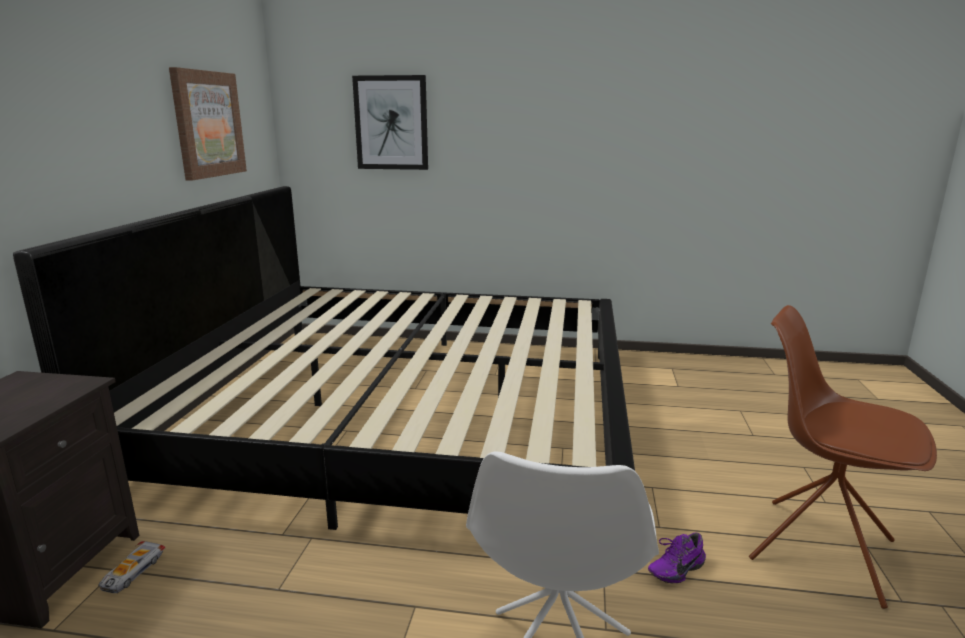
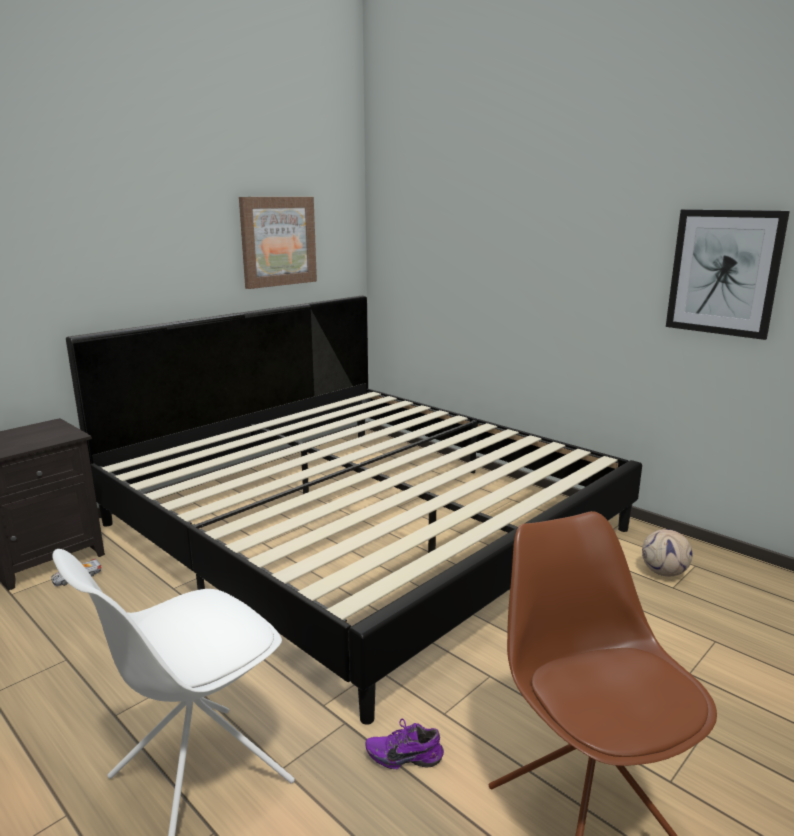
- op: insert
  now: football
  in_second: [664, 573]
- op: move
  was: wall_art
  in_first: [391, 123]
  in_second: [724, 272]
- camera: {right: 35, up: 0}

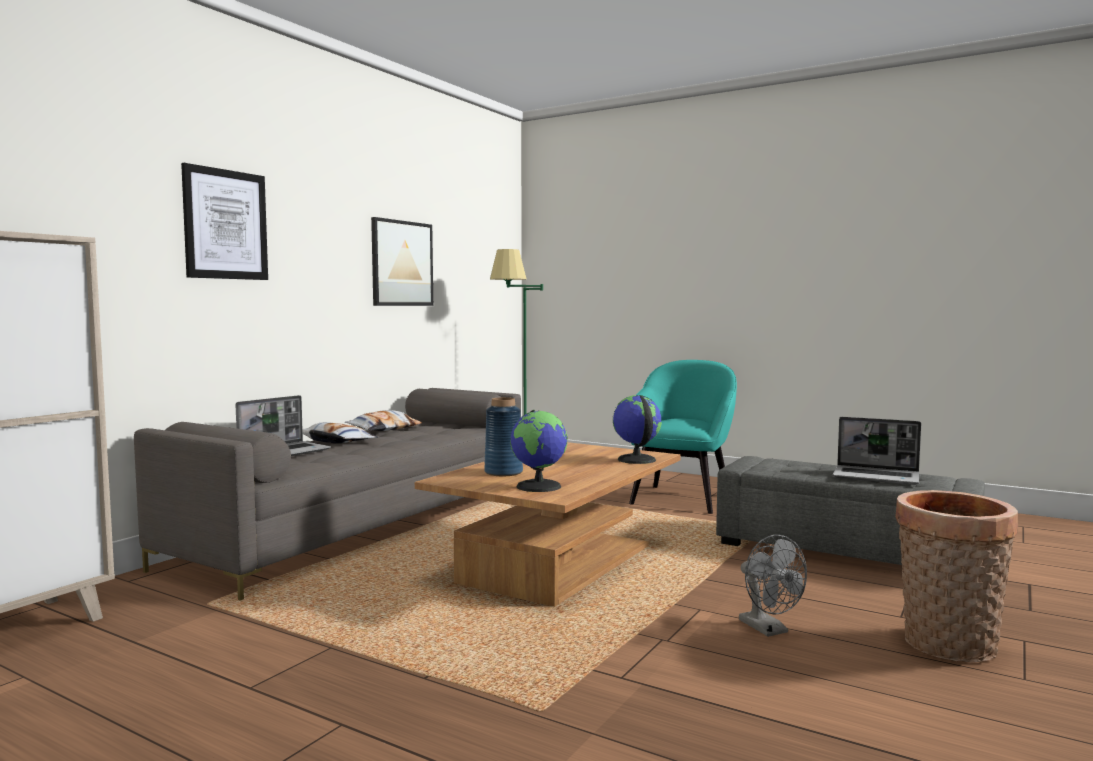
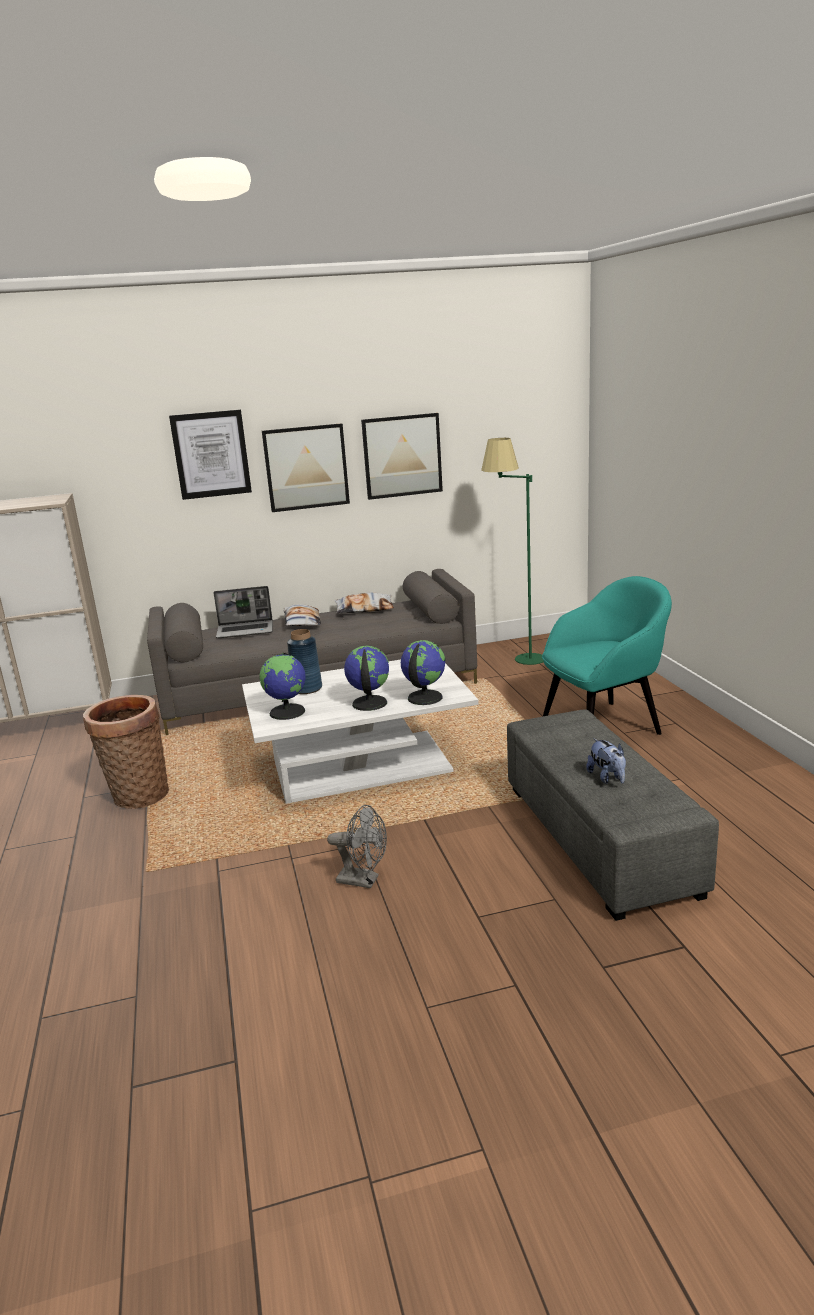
- op: insert
  now: wall_art
  in_second: [306, 467]
- op: insert
  now: desk_globe
  in_second: [369, 703]
- op: move
  was: storage_basket
  in_first: [948, 647]
  in_second: [137, 796]
- op: replace
  was: laptop
  now: plush_toy
  in_first: [877, 477]
  in_second: [607, 778]
- op: recolor
  was: brown_lounge_table
  now: white-coloured_lounge_table
  in_first: [558, 564]
  in_second: [362, 767]
- op: rotate
  was: greyish_fan
  in_first: [769, 629]
  in_second: [364, 880]
  clockwise: -90
- camera: {right: 45, up: 15}

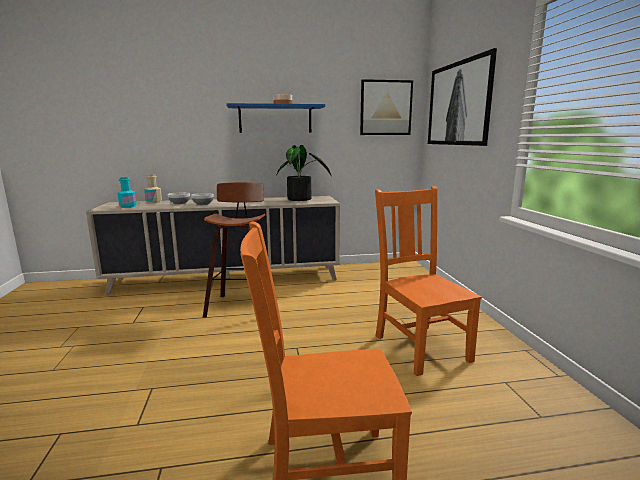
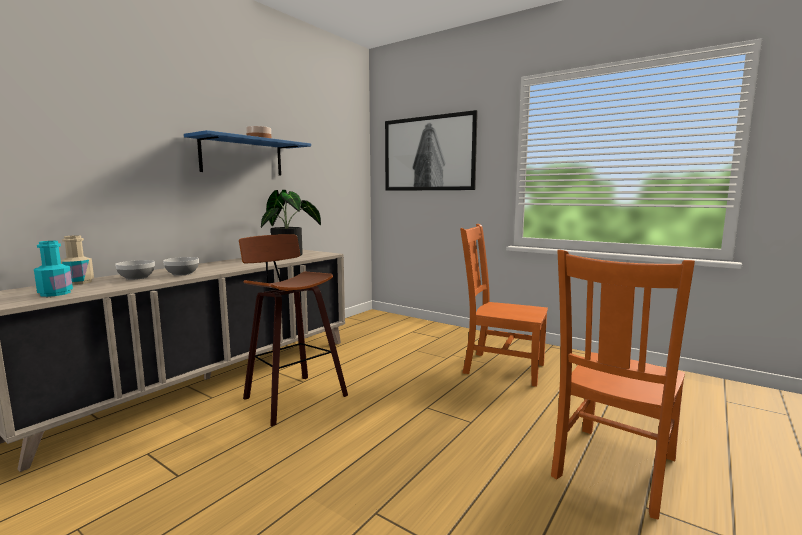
- op: delete
  was: wall_art
  in_first: [386, 108]
- camera: {right: -45, up: -5}

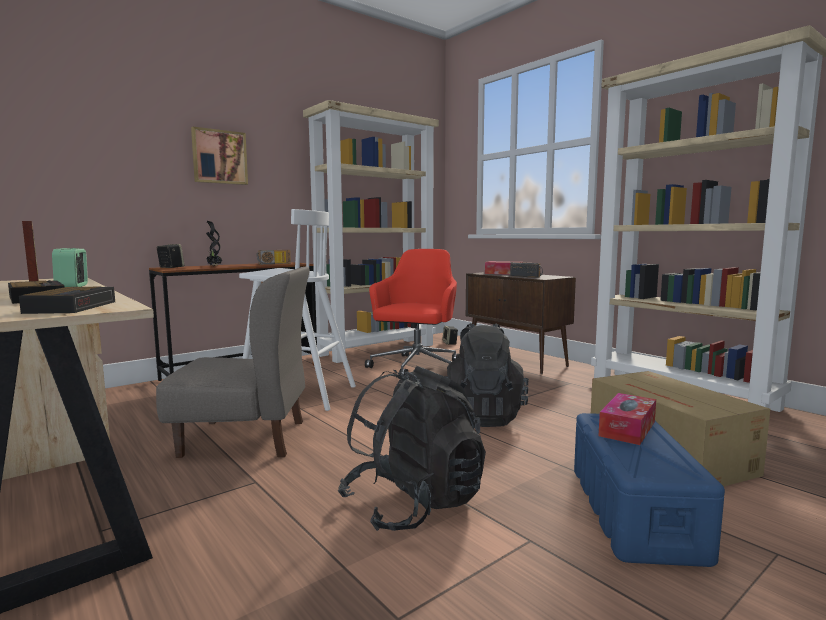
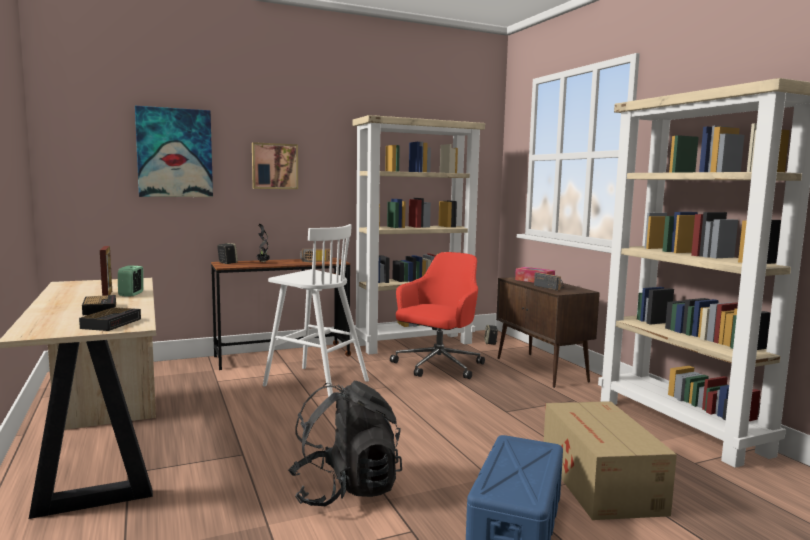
- op: delete
  was: greyish_plain_chair
  in_first: [245, 438]
- op: delete
  was: blackish_rucksack
  in_first: [482, 416]
- op: delete
  was: box_of_tissues
  in_first: [627, 428]
- op: insert
  now: wall_art
  in_second: [174, 153]
- camera: {right: 15, up: 0}

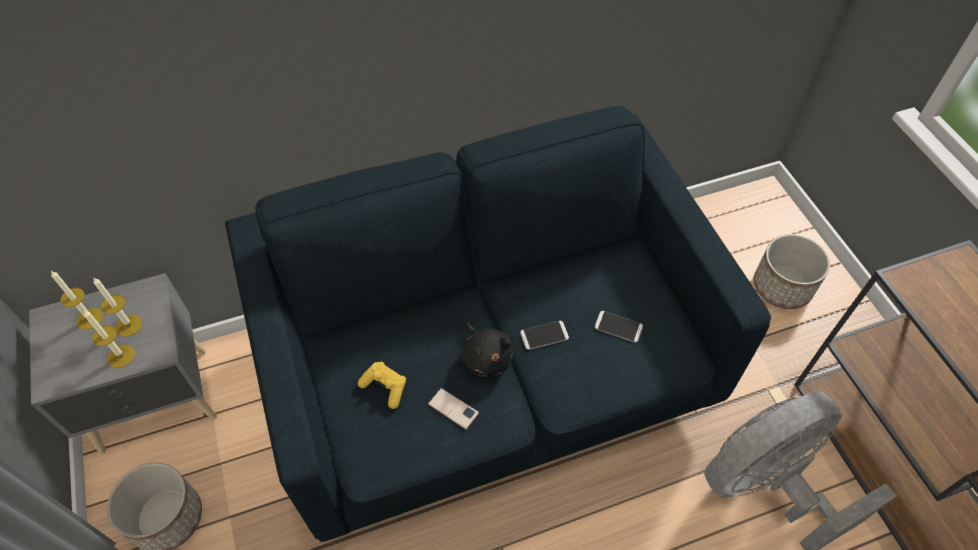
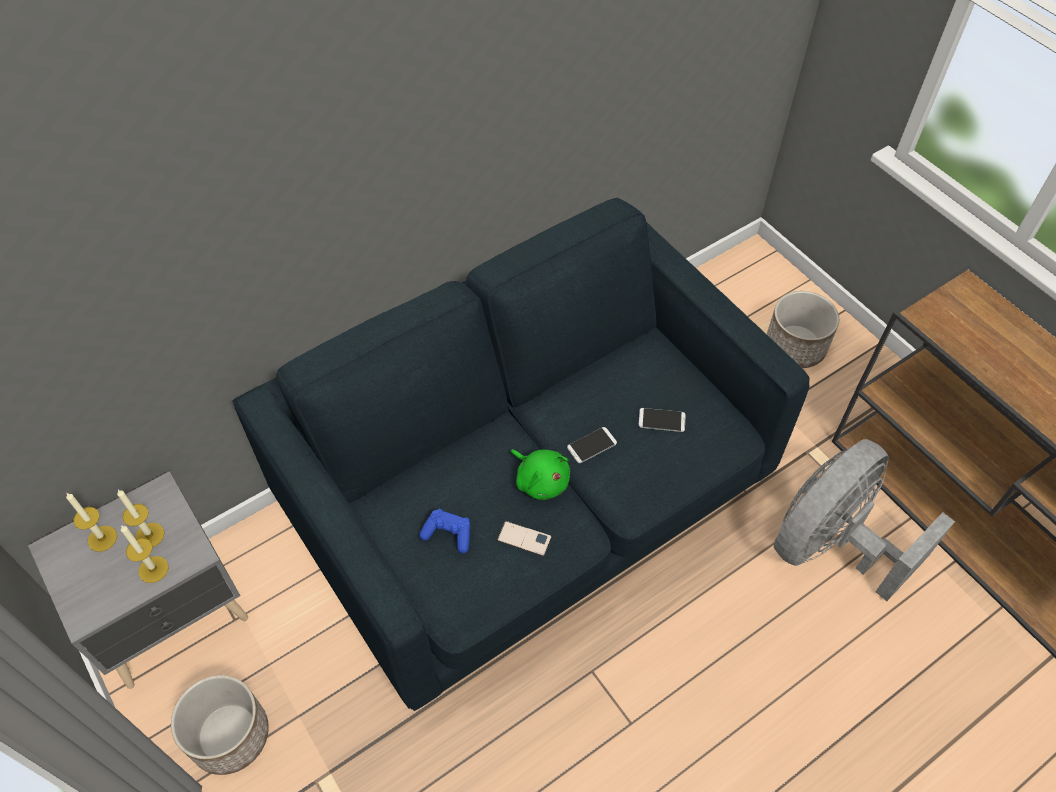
- op: recolor
  was: yellowish_game_controller
  now: blue_game_controller
  in_first: [385, 387]
  in_second: [448, 534]
- op: recolor
  was: blackish_plush_toy
  now: green-coloured_plush_toy
  in_first: [486, 357]
  in_second: [541, 480]
- camera: {right: -15, up: 0}

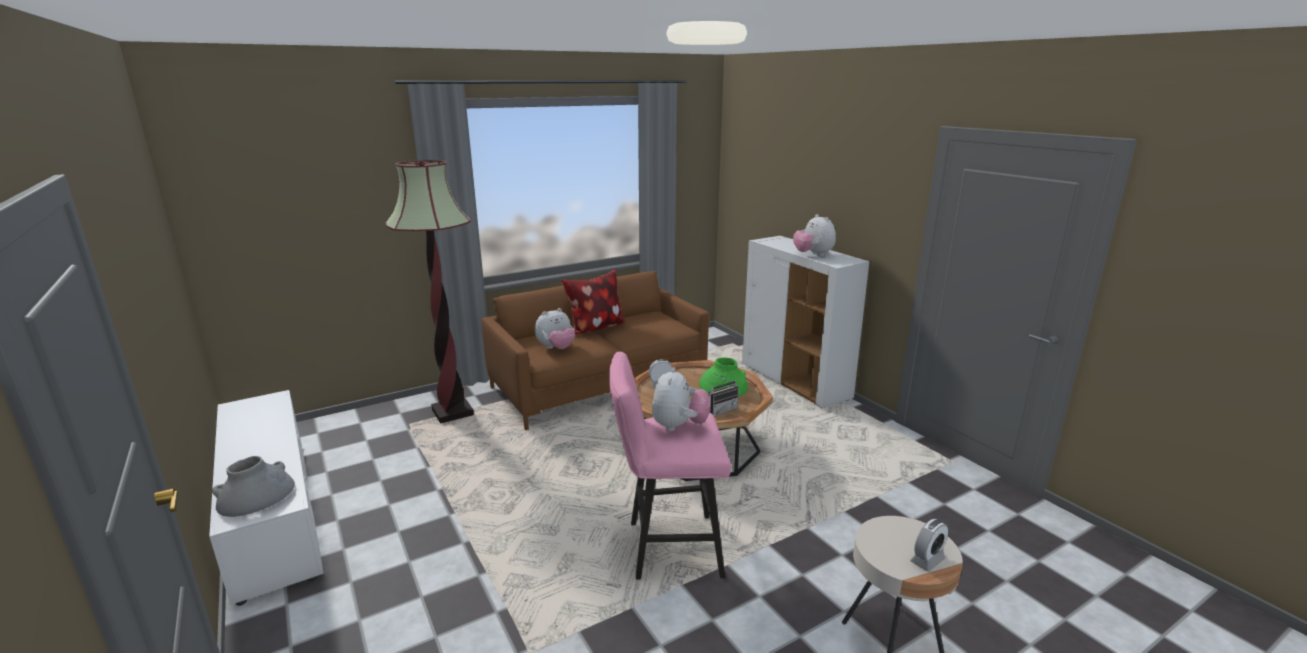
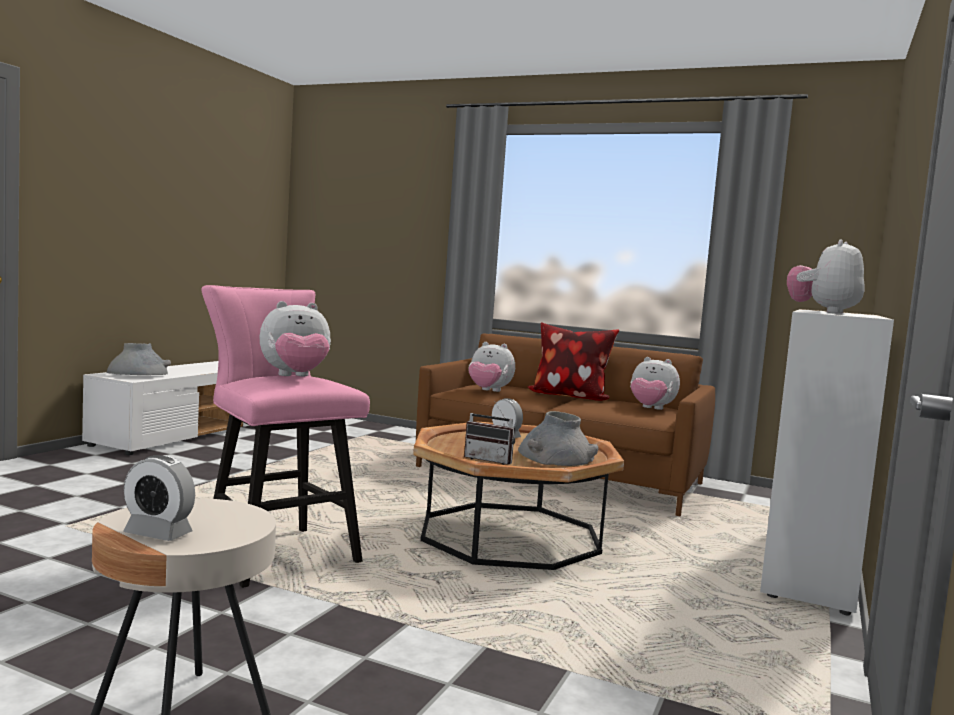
- op: delete
  was: floor_lamp
  in_first: [453, 412]
- op: insert
  now: plush_toy
  in_second: [651, 409]
- op: recolor
  was: green-coloured_vase
  now: greyish_vase
  in_first: [723, 387]
  in_second: [556, 457]
- camera: {right: 55, up: -15}

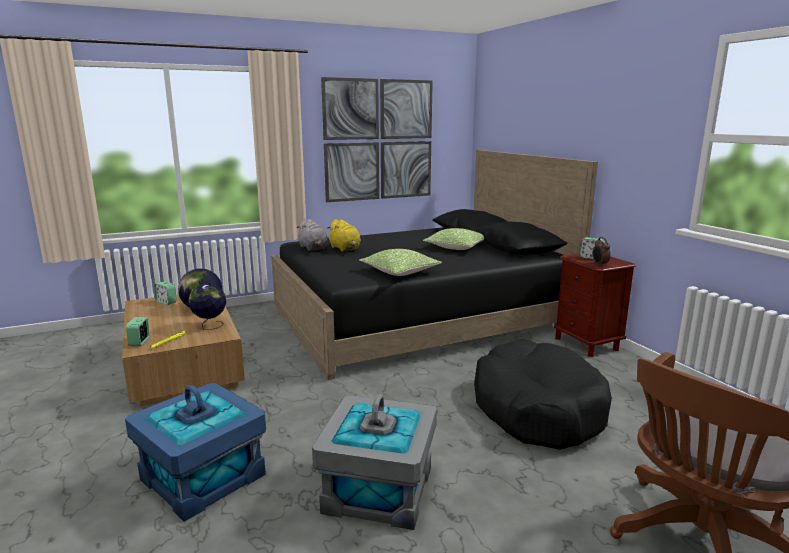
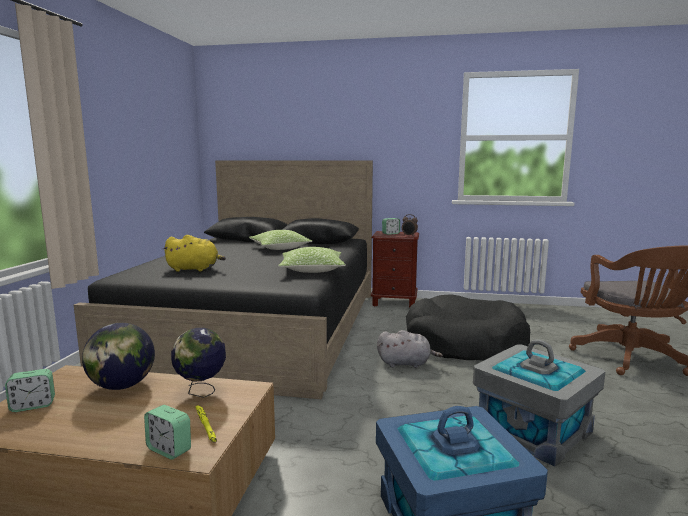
- op: delete
  was: wall_art
  in_first: [379, 140]
- op: move
  was: greyish_plush_toy
  in_first: [313, 248]
  in_second: [406, 363]
- camera: {right: -55, up: -5}

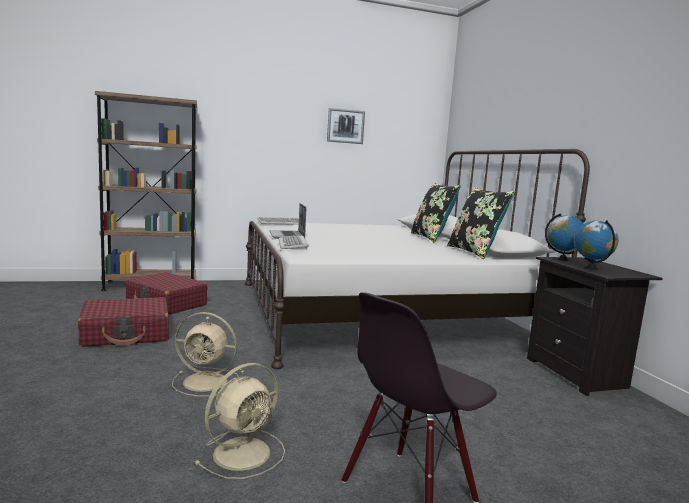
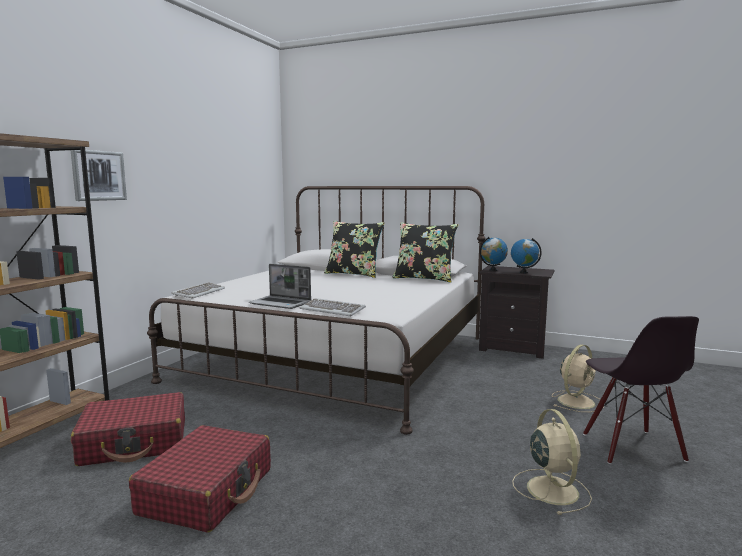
- op: move
  was: beige_fan
  in_first: [207, 382]
  in_second: [577, 401]
- op: move
  was: wall_art
  in_first: [345, 126]
  in_second: [98, 175]
- camera: {right: -50, up: 0}

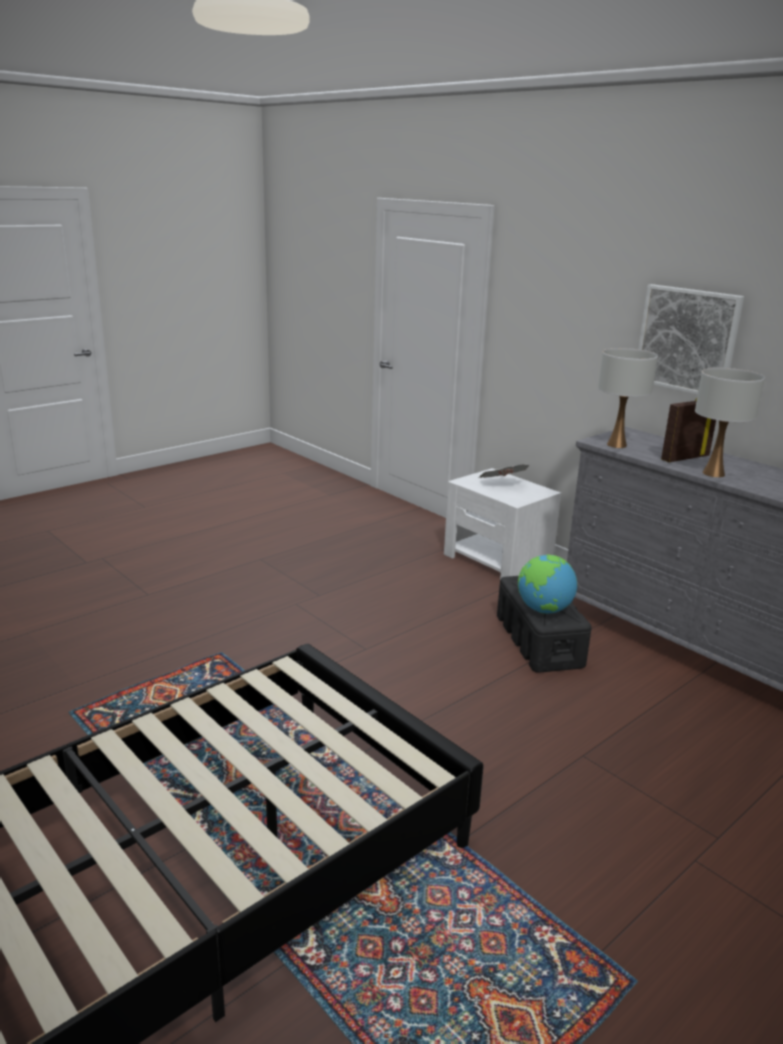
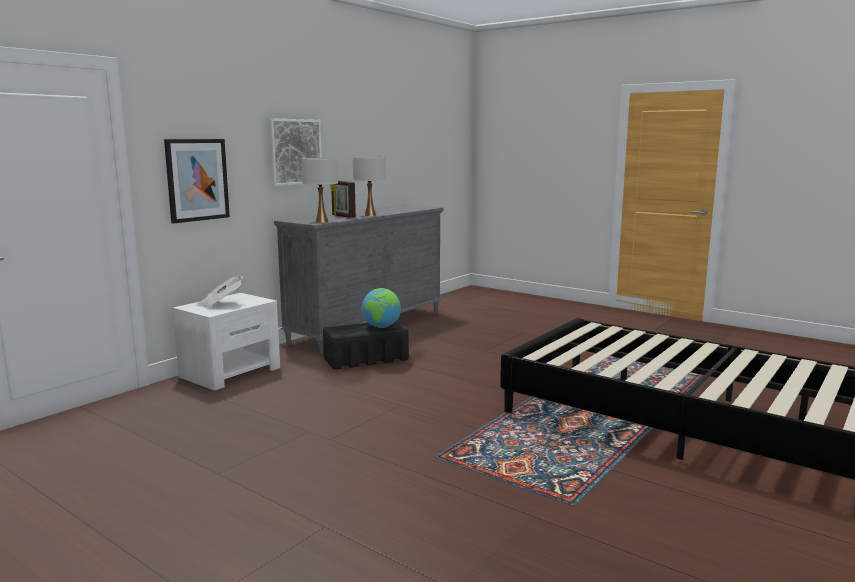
- op: insert
  now: wall_art
  in_second: [197, 180]
- camera: {right: -100, up: -10}

